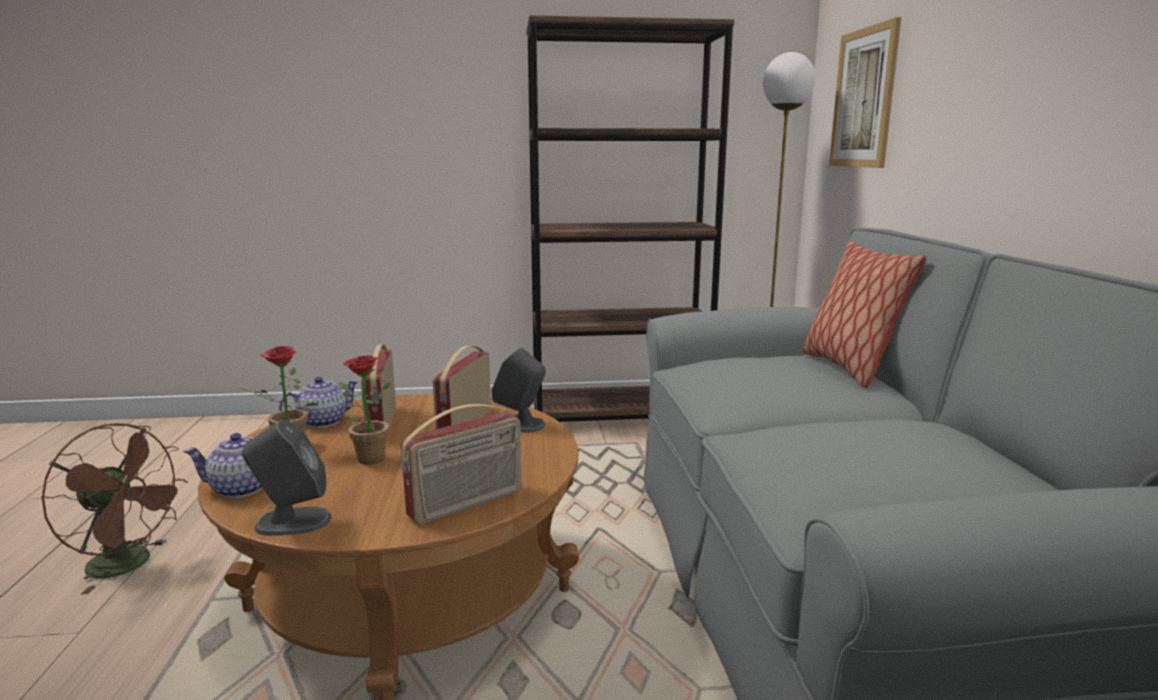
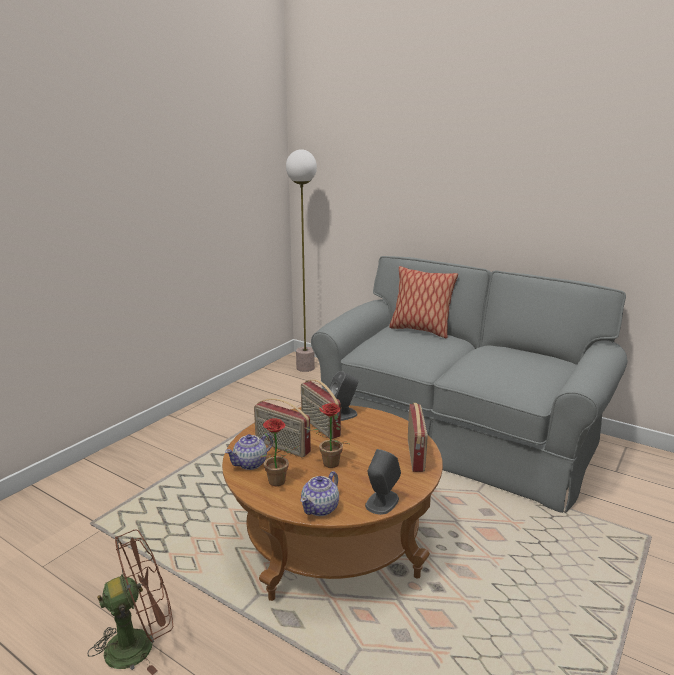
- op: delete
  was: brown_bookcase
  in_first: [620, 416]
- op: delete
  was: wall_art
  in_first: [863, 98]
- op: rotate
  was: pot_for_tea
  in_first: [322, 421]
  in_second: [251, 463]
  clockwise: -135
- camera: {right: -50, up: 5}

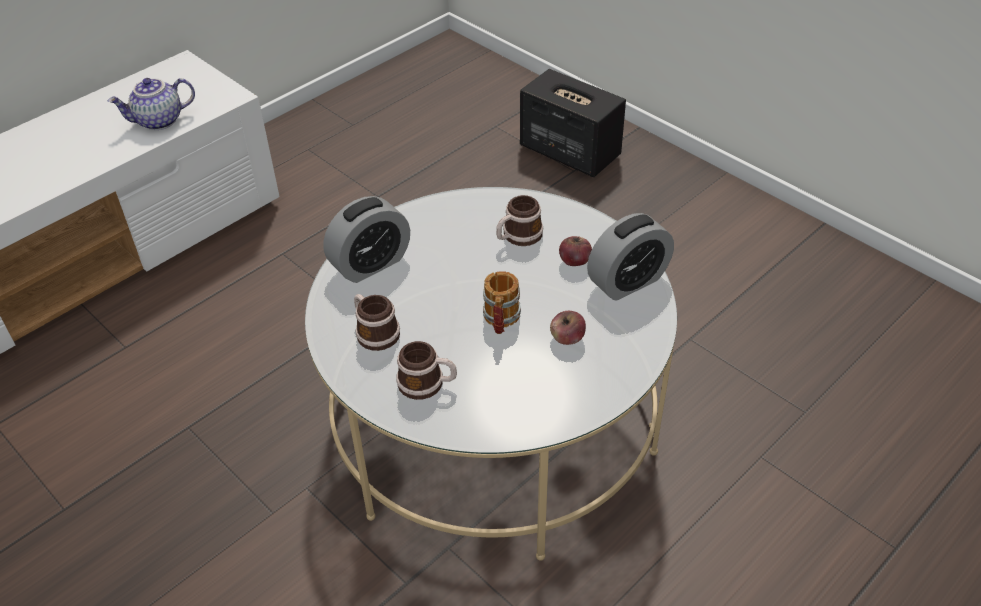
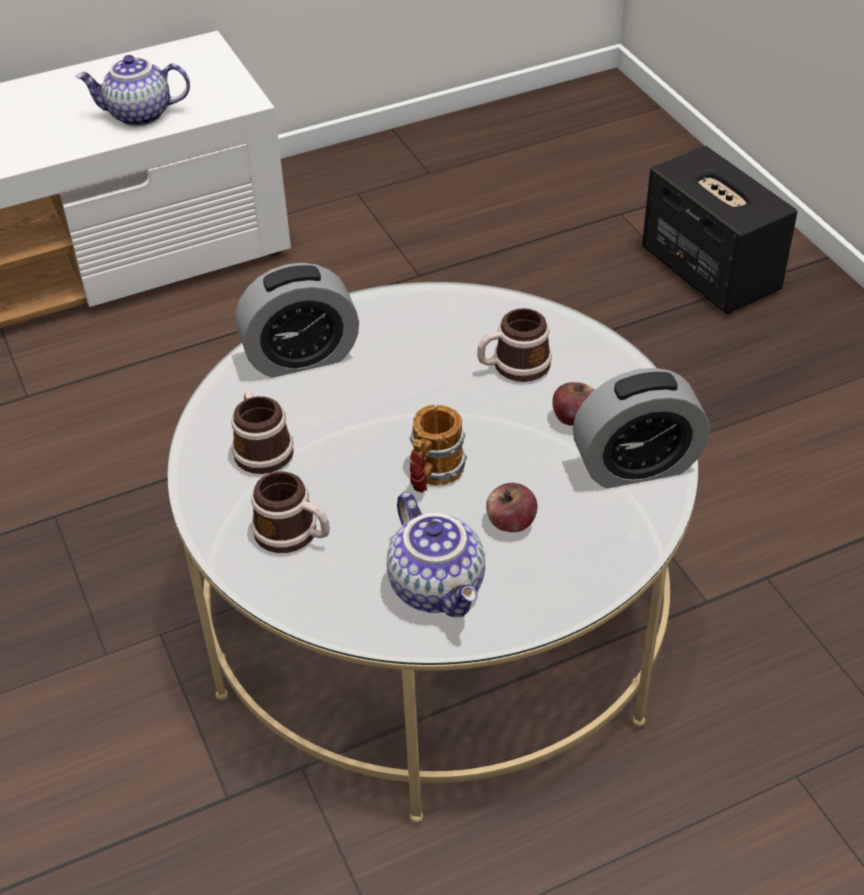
- op: insert
  now: pot_for_tea
  in_second: [439, 587]
- camera: {right: 20, up: 0}

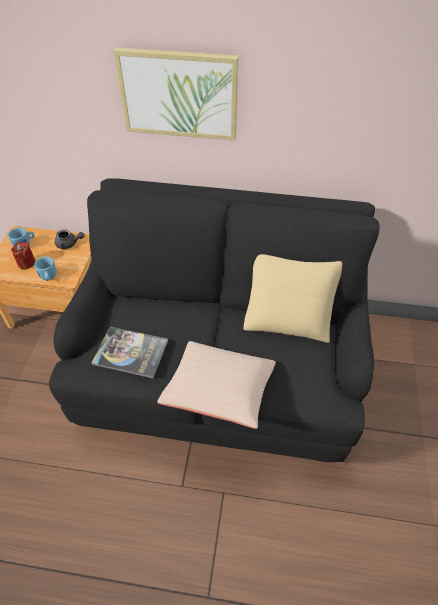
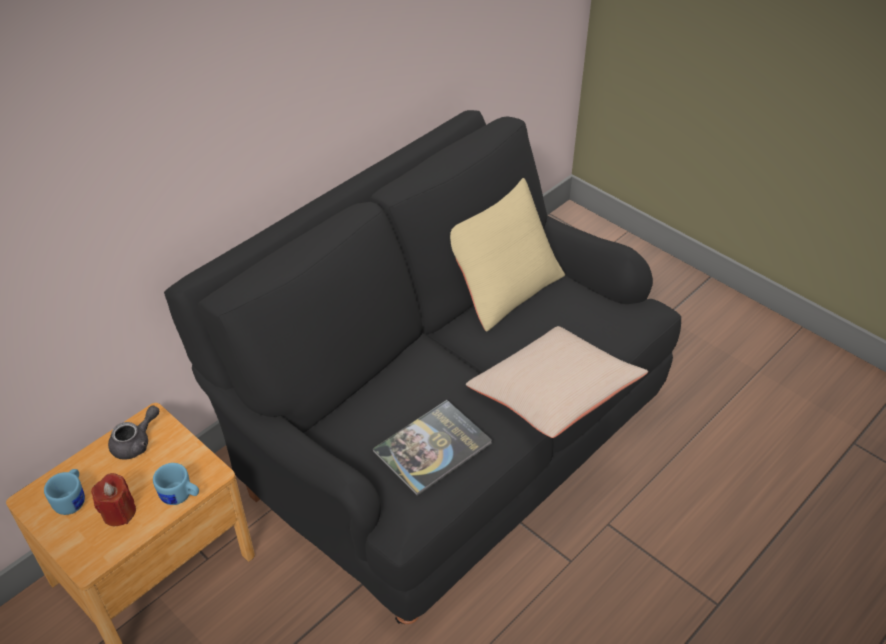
- op: delete
  was: wall_art
  in_first: [179, 94]
- camera: {right: -55, up: -5}

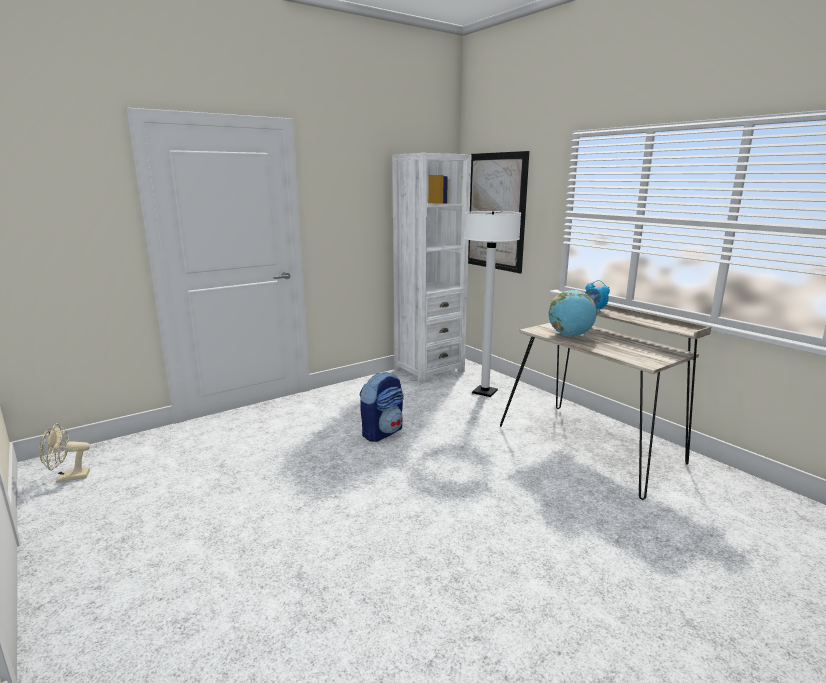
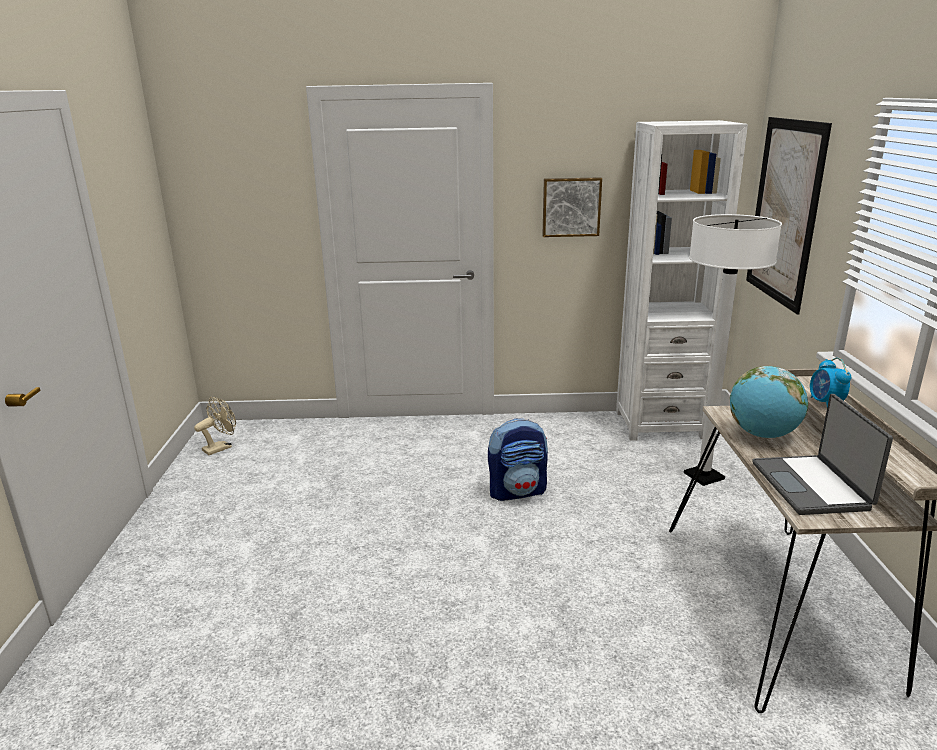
- op: insert
  now: wall_art
  in_second: [571, 207]
- op: insert
  now: laptop
  in_second: [812, 486]
- op: rotate
  was: beige_fan
  in_first: [68, 478]
  in_second: [221, 447]
  clockwise: 120
- camera: {right: 35, up: 5}

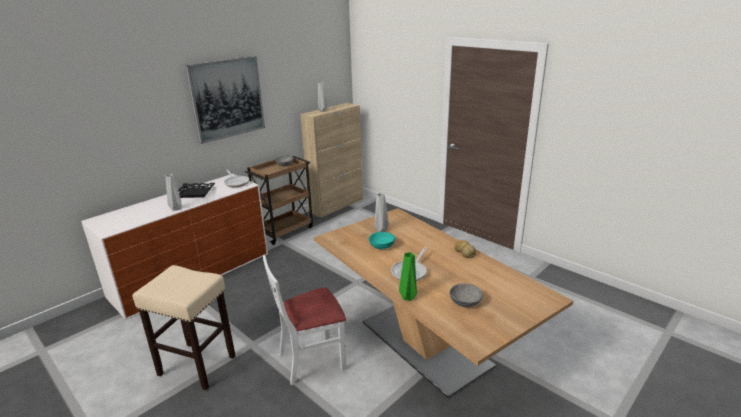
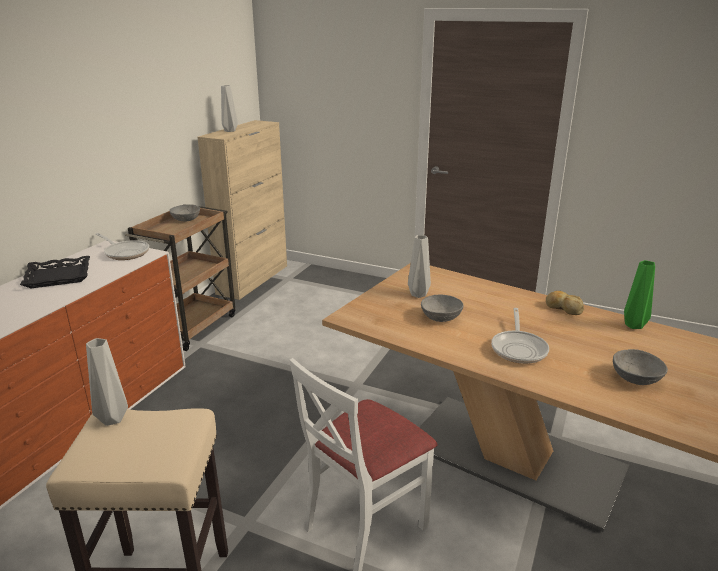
- op: delete
  was: wall_art
  in_first: [227, 98]
- op: move
  was: greyish_vase
  in_first: [176, 209]
  in_second: [113, 420]
- op: move
  was: green-coloured_vase
  in_first: [409, 297]
  in_second: [634, 325]
- op: recolor
  was: turquoise-coloured_bowl
  now: greyish_bowl
  in_first: [382, 246]
  in_second: [441, 317]
- camera: {right: -20, up: 0}

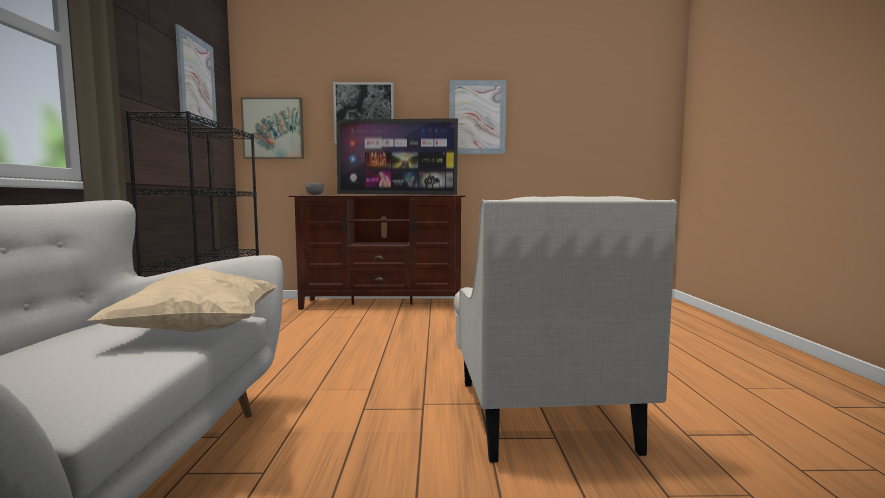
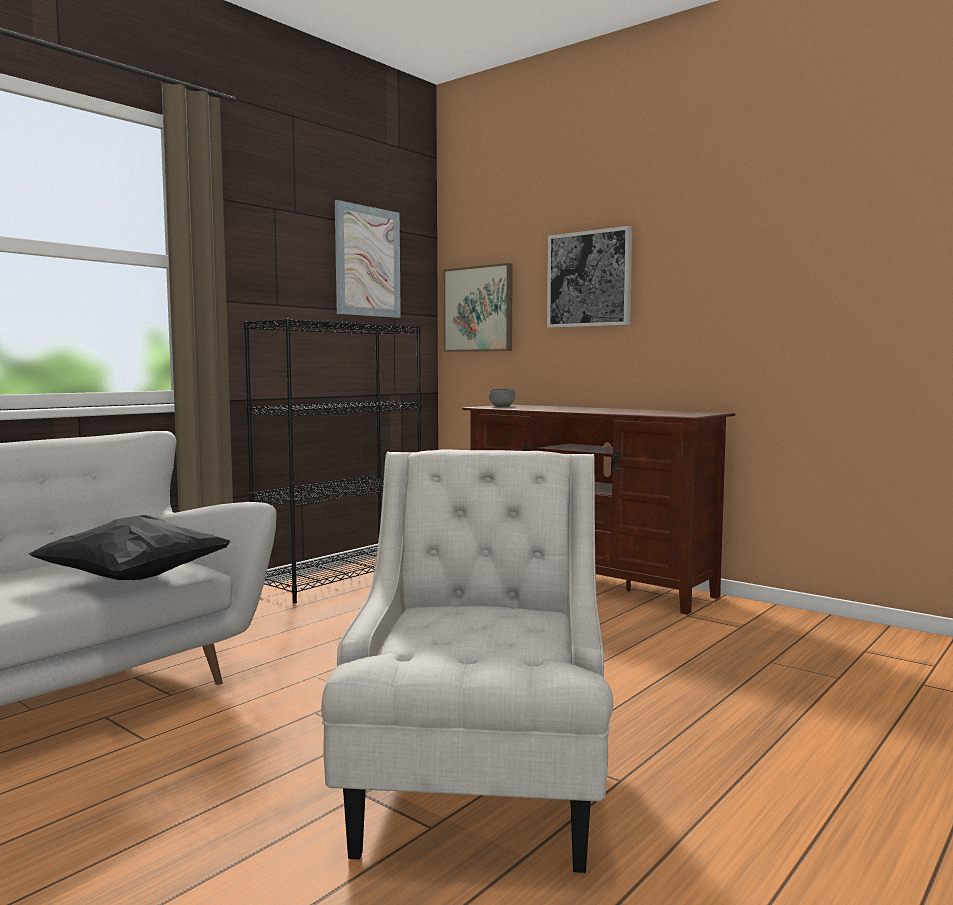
- op: delete
  was: TV_set
  in_first: [397, 194]
- op: delete
  was: wall_art
  in_first: [477, 117]
- op: recolor
  was: beige_throw_pillow
  now: blackish_throw_pillow
  in_first: [199, 331]
  in_second: [134, 579]
- op: rotate
  was: white-coloured_easy_chair
  in_first: [540, 413]
  in_second: [478, 792]
  clockwise: 150
- camera: {right: 40, up: 0}

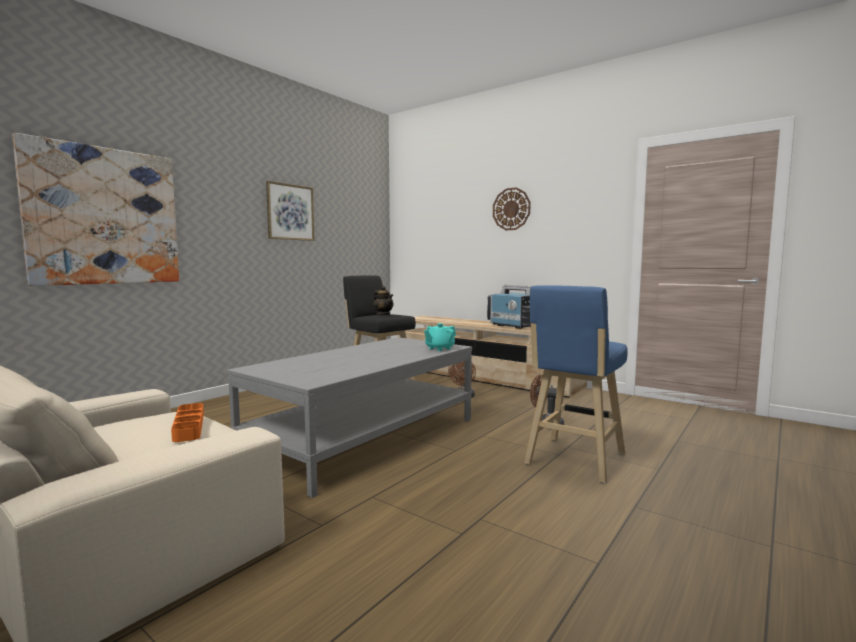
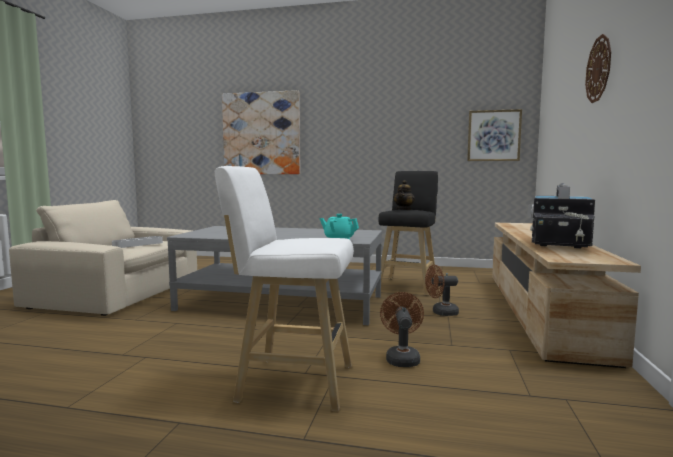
- op: move
  was: wall_art
  in_first: [290, 212]
  in_second: [493, 135]
- op: recolor
  was: orange-coloured_tray
  now: greyish_tray
  in_first: [189, 426]
  in_second: [138, 244]
- op: recolor
  was: blue_sitting_stool
  now: white-coloured_sitting_stool
  in_first: [573, 461]
  in_second: [291, 382]
- camera: {right: 65, up: 0}

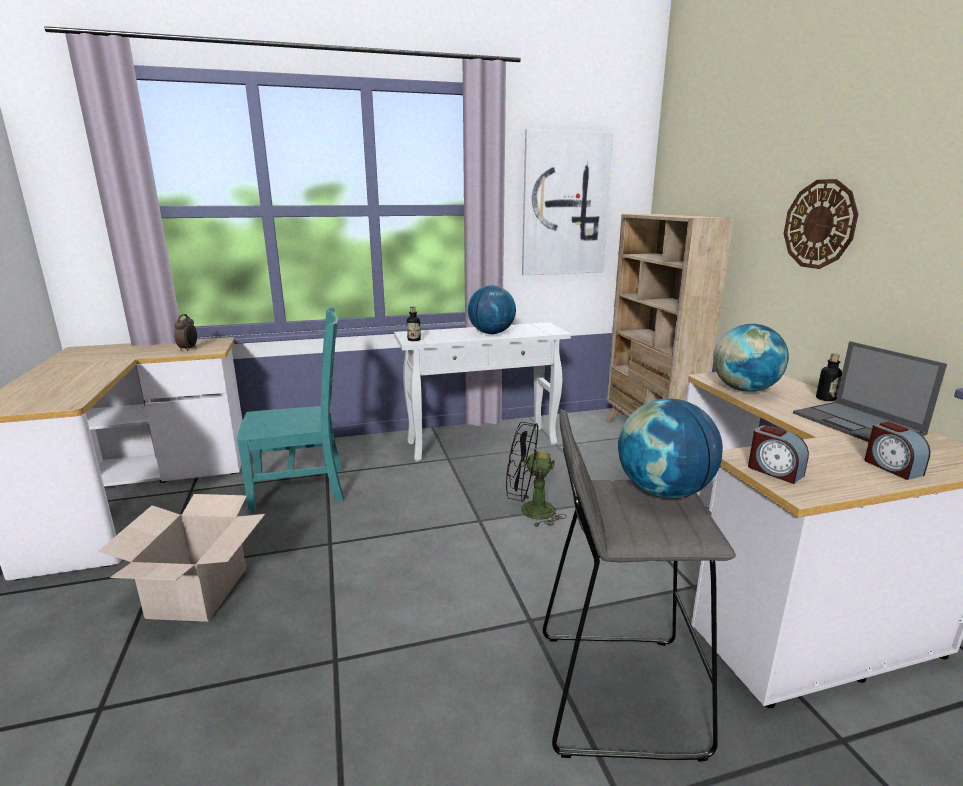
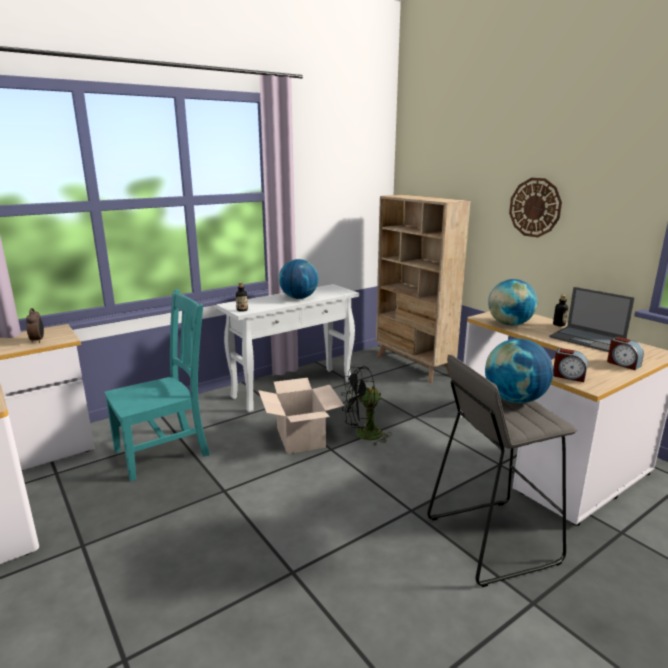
- op: delete
  was: wall_art
  in_first: [564, 204]
- op: move
  was: carton
  in_first: [198, 592]
  in_second: [300, 438]
- camera: {right: -20, up: 0}

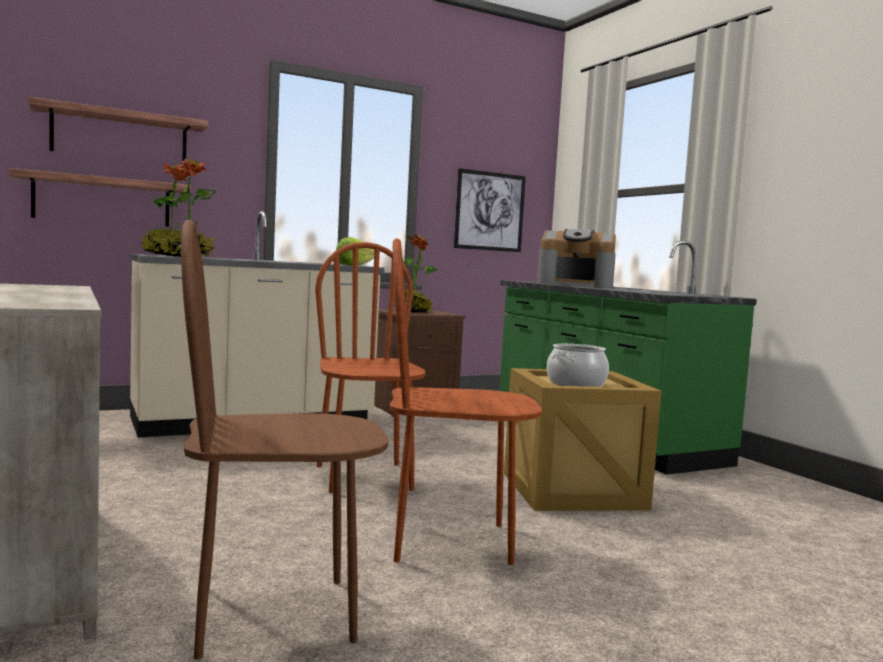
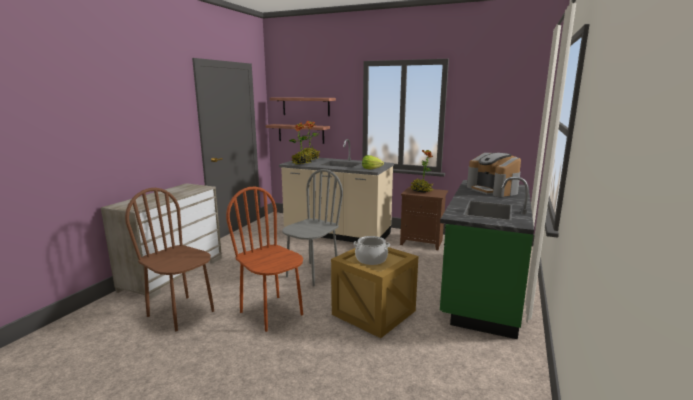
- op: delete
  was: wall_art
  in_first: [489, 211]
- op: recolor
  was: brown_plain_chair
  now: greyish_plain_chair
  in_first: [364, 477]
  in_second: [312, 274]
- camera: {right: 50, up: 10}

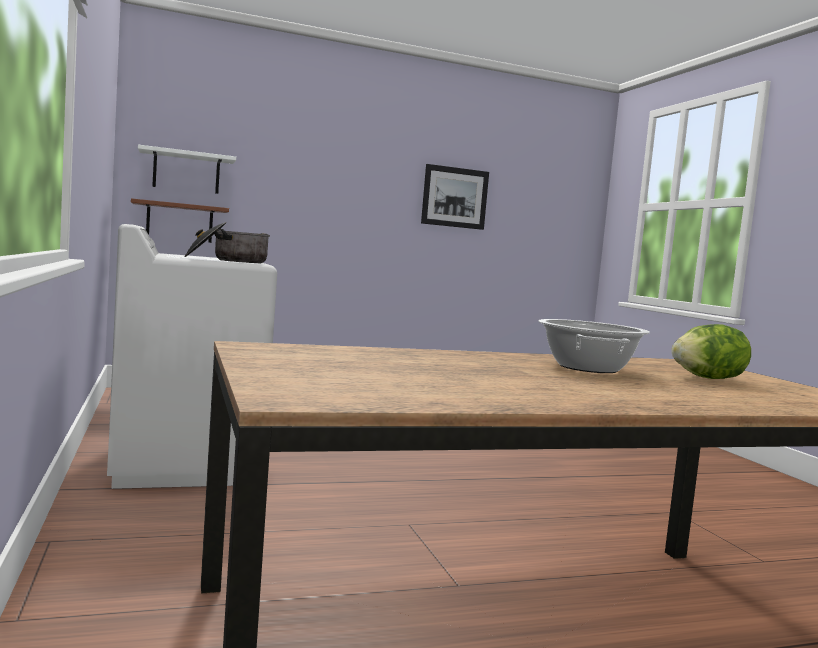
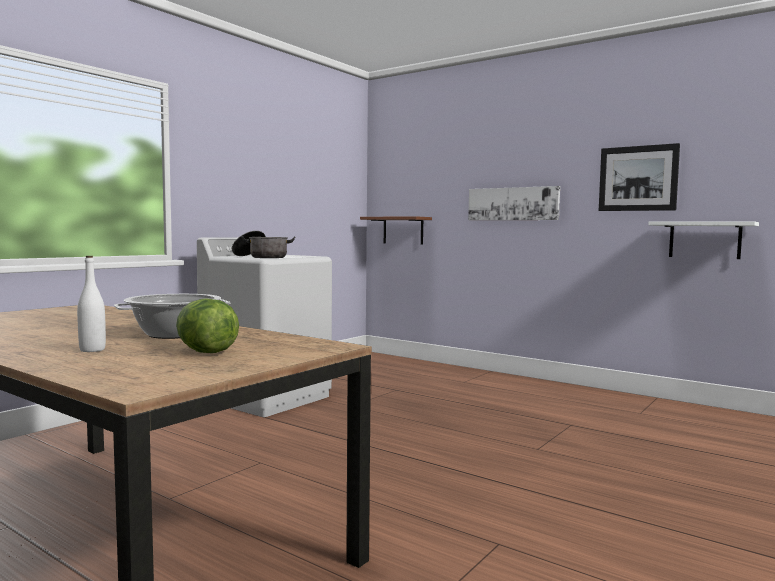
- op: insert
  now: white-coloured_beverage_bottle
  in_second: [92, 350]
- op: insert
  now: wall_art
  in_second: [513, 204]
- op: move
  was: white-coloured_shelf
  in_first: [186, 172]
  in_second: [704, 240]
- camera: {right: 55, up: 0}

